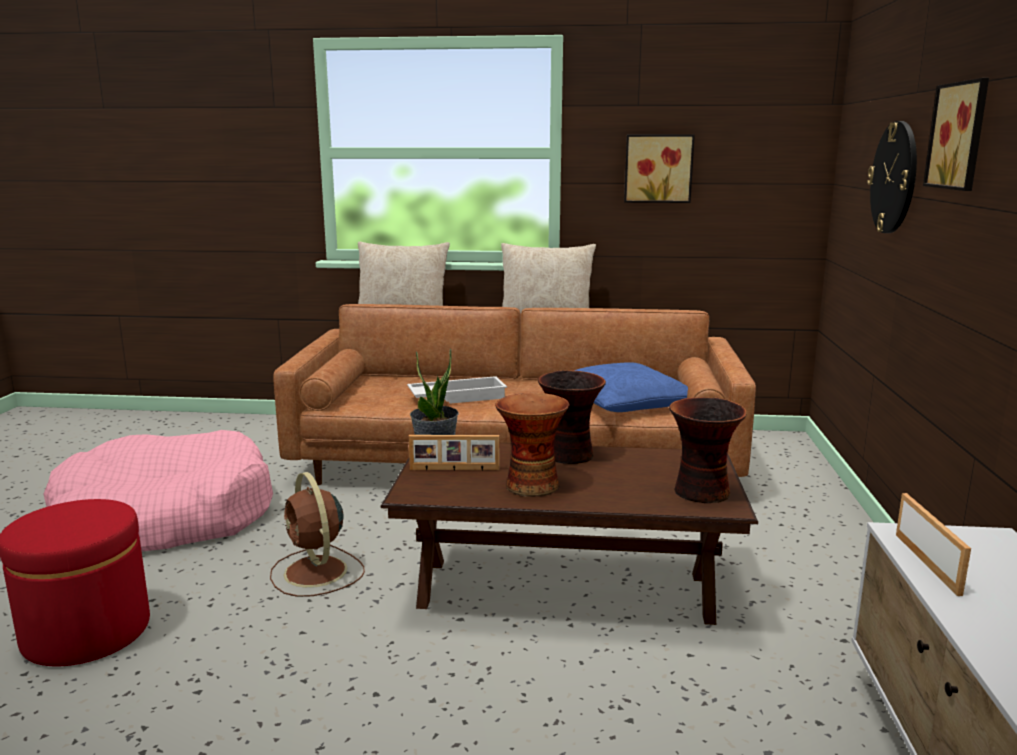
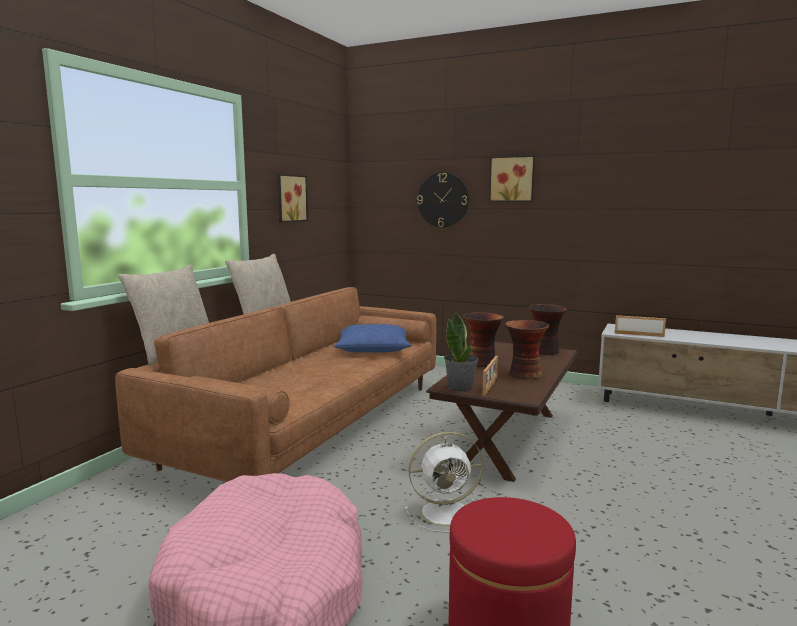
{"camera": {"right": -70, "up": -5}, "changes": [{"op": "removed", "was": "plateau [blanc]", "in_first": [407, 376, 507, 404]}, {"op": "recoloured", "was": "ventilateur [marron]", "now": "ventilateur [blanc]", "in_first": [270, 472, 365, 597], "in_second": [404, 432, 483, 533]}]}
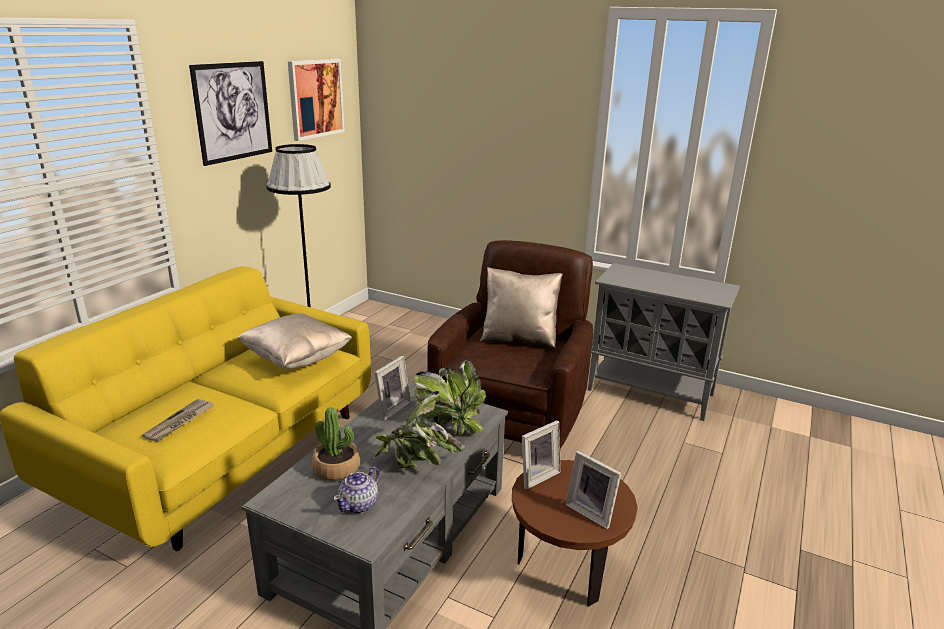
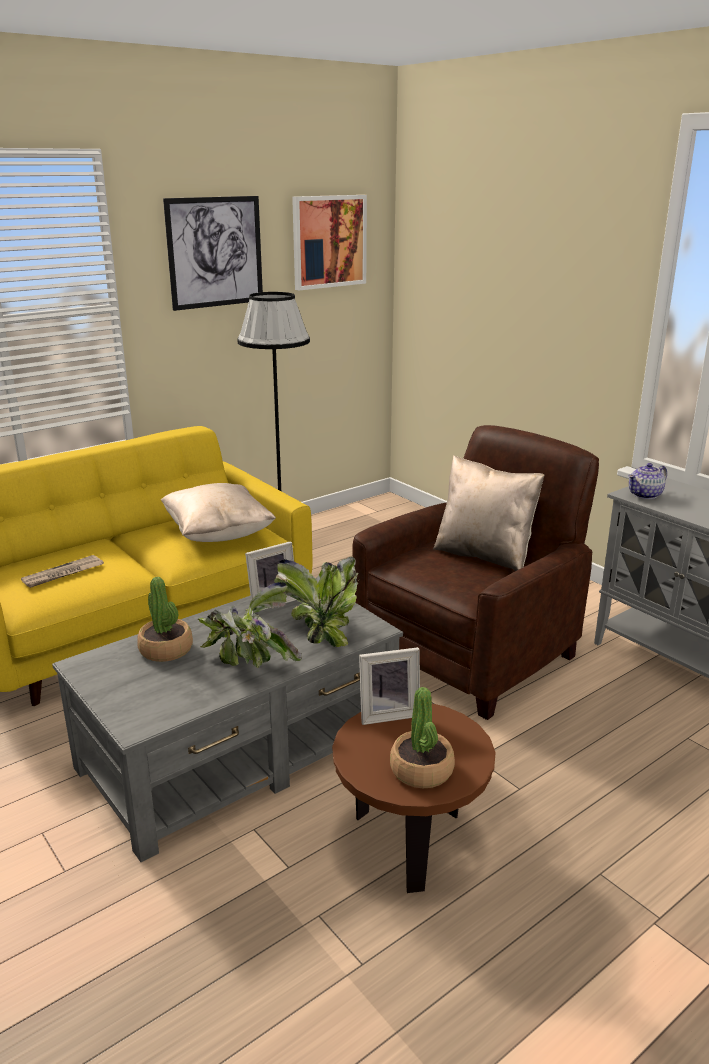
{"camera": {"right": 25, "up": 0}, "changes": [{"op": "moved", "was": "théière", "in_first": [333, 467, 380, 514], "in_second": [628, 463, 667, 499]}, {"op": "replaced", "was": "cadre photo", "now": "plante en pot", "in_first": [566, 451, 621, 529], "in_second": [390, 687, 455, 788]}]}
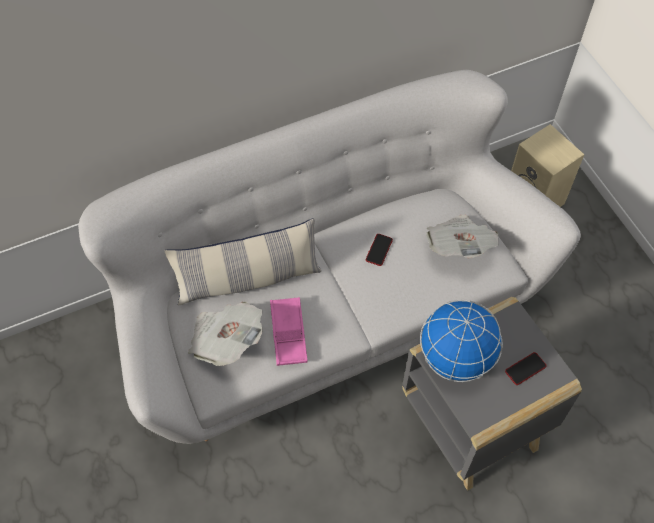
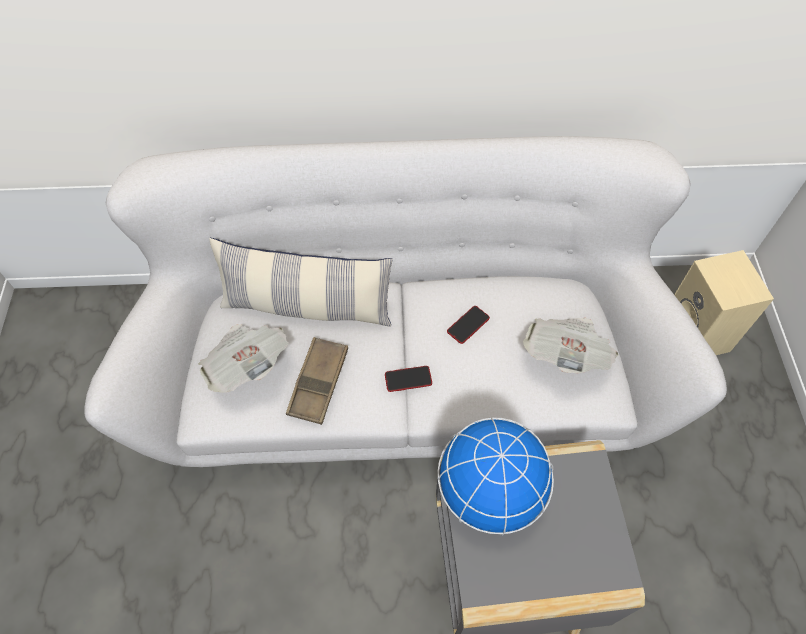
{"camera": {"right": 25, "up": 0}, "changes": [{"op": "moved", "was": "téléphone", "in_first": [505, 352, 547, 385], "in_second": [385, 366, 432, 392]}, {"op": "recoloured", "was": "plateau [rose]", "now": "plateau [marron]", "in_first": [270, 297, 308, 366], "in_second": [286, 337, 348, 425]}]}
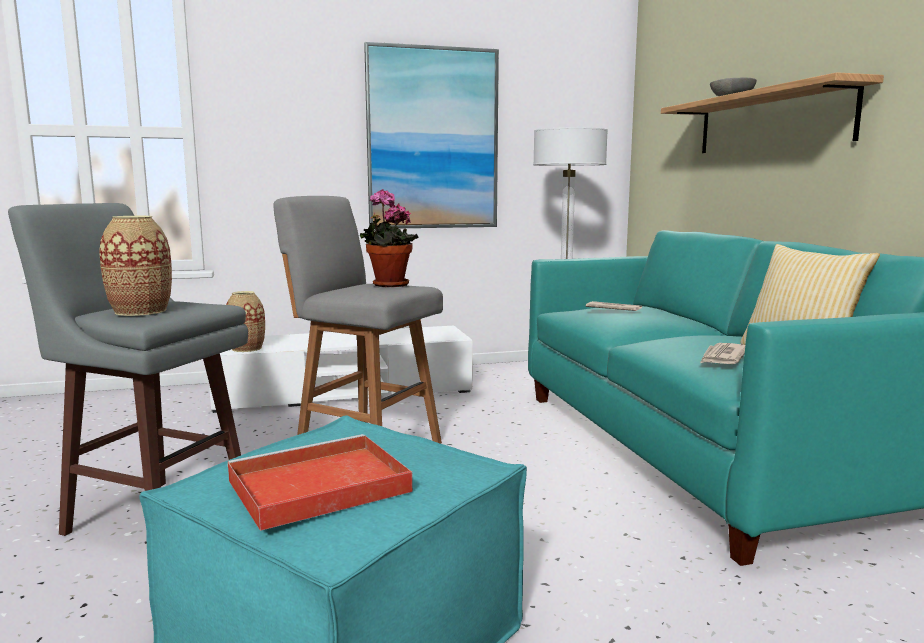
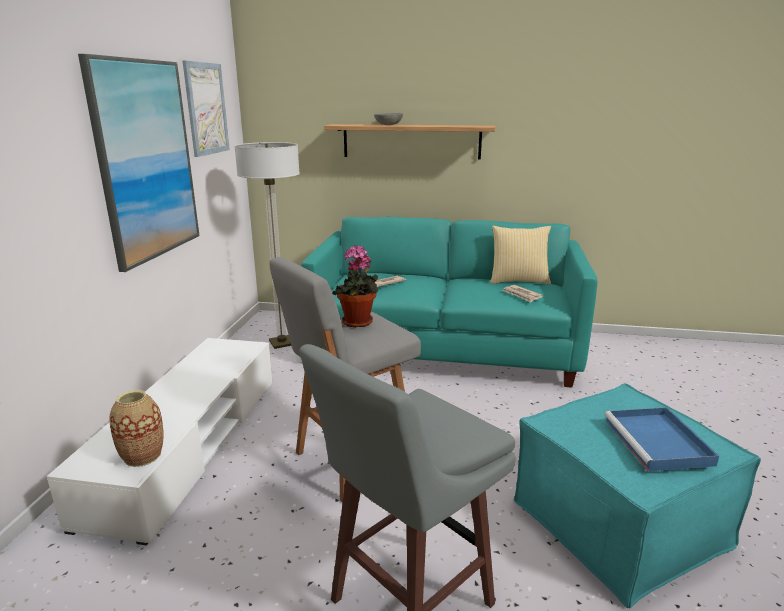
{"camera": {"right": -65, "up": 10}, "changes": [{"op": "removed", "was": "vase", "in_first": [99, 216, 172, 316]}, {"op": "added", "now": "tableau", "in_second": [183, 60, 230, 157]}, {"op": "recoloured", "was": "plateau [rouge]", "now": "plateau [bleu]", "in_first": [227, 434, 413, 531], "in_second": [604, 407, 719, 471]}]}
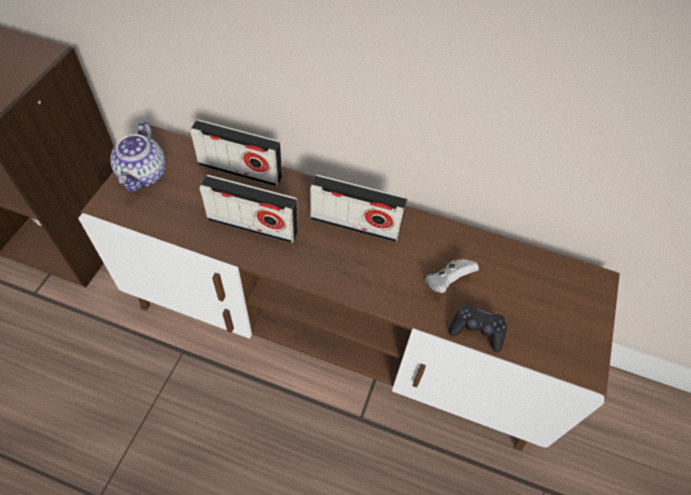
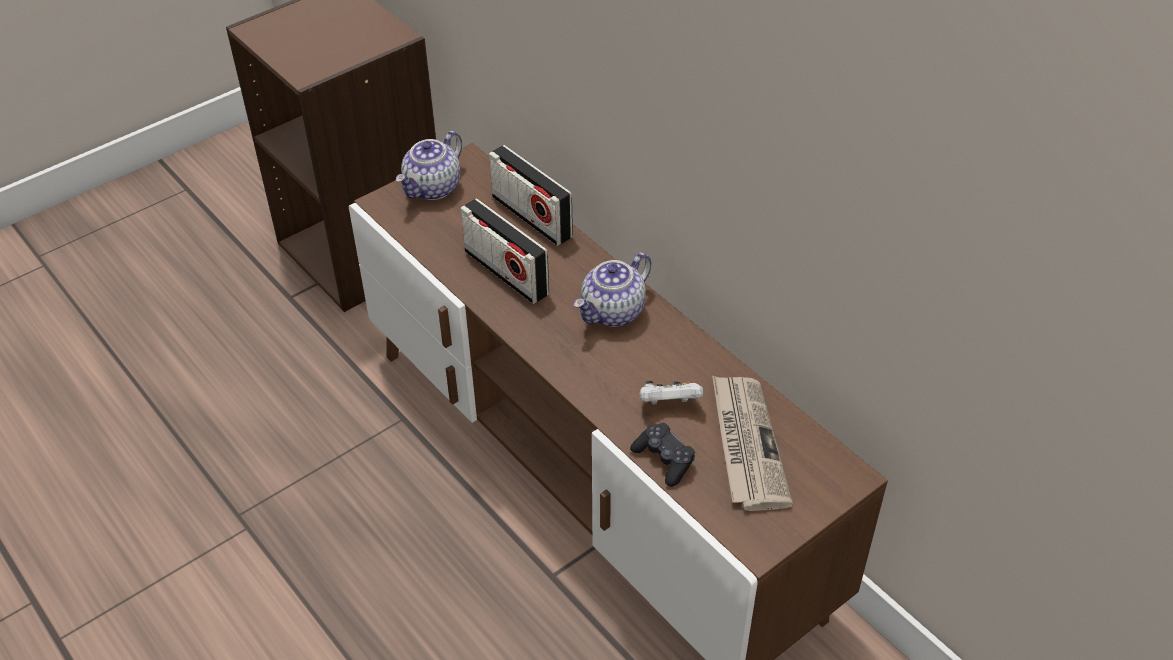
{"camera": {"right": 35, "up": -10}, "changes": [{"op": "added", "now": "journal", "in_second": [712, 375, 793, 511]}, {"op": "replaced", "was": "radio", "now": "théière", "in_first": [310, 174, 407, 242], "in_second": [574, 252, 651, 327]}]}
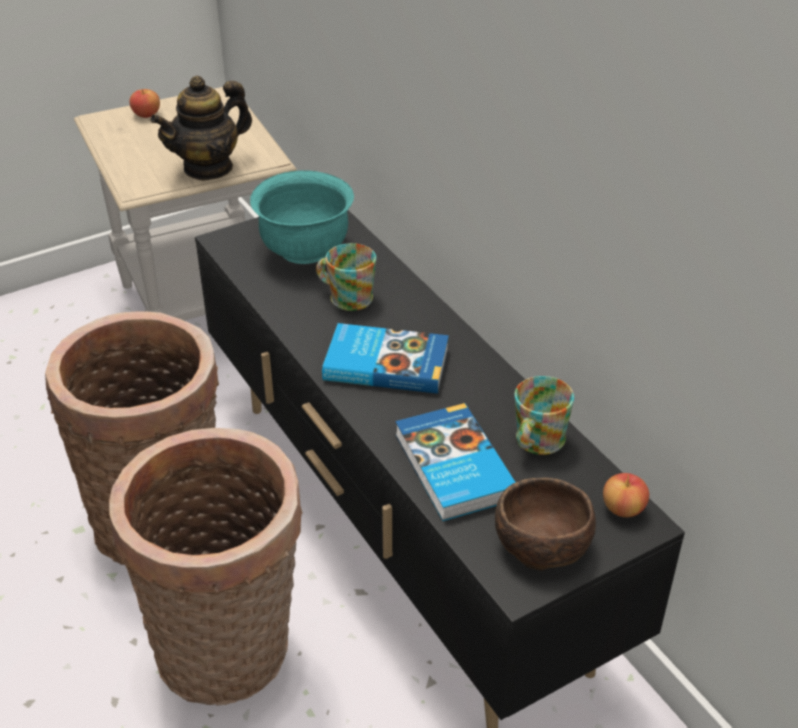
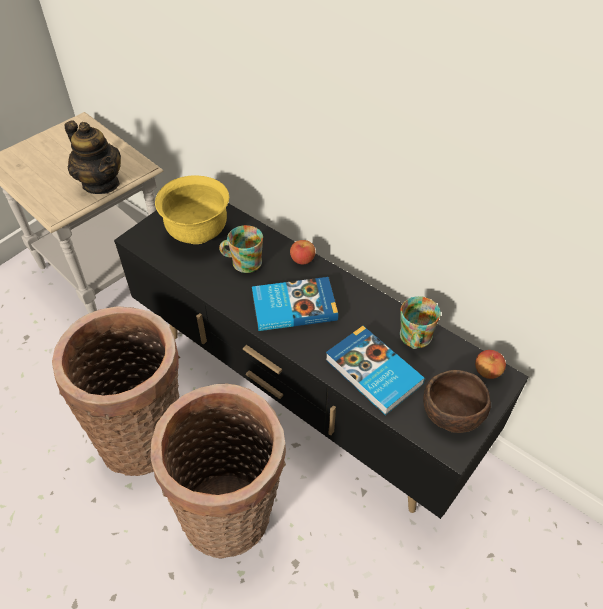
{"camera": {"right": -20, "up": 10}, "changes": [{"op": "moved", "was": "pomme", "in_first": [129, 89, 160, 118], "in_second": [290, 240, 315, 265]}, {"op": "recoloured", "was": "bol [turquoise]", "now": "bol [jaune]", "in_first": [250, 170, 354, 264], "in_second": [155, 175, 229, 244]}, {"op": "turned", "was": "théière", "in_first": [150, 76, 252, 181], "in_second": [65, 120, 121, 194], "clockwise": -75}]}
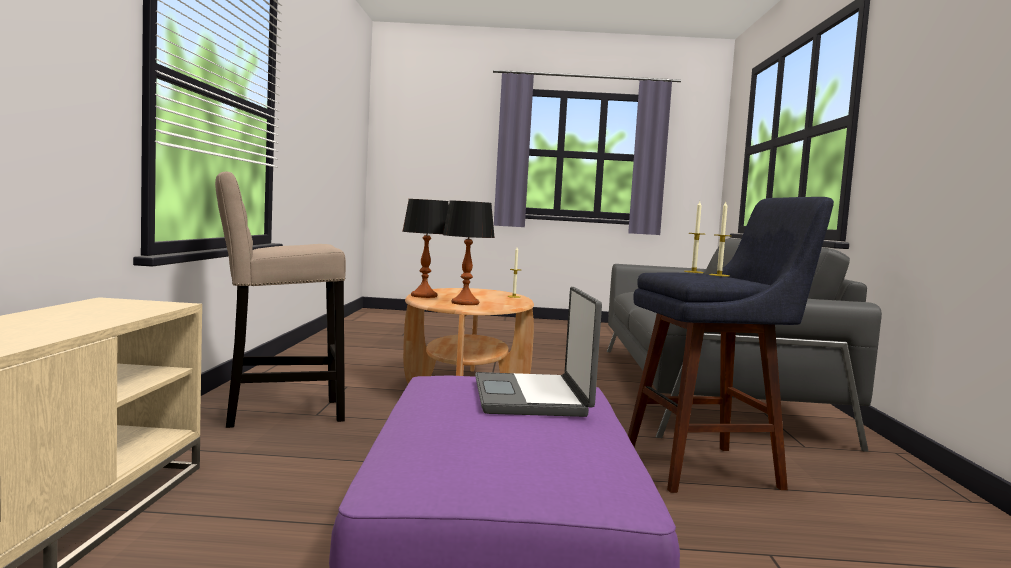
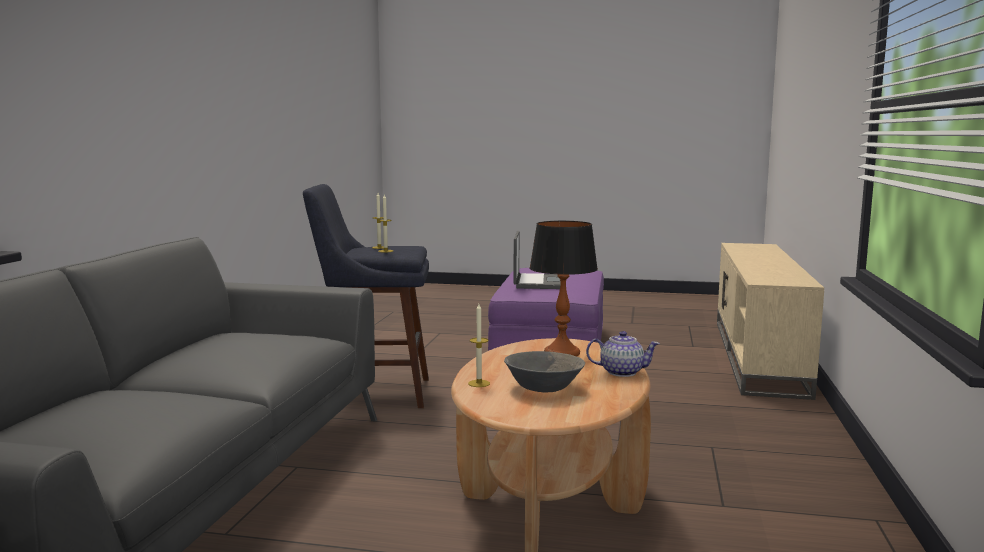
{"camera": {"right": -170, "up": 5}, "changes": [{"op": "removed", "was": "tabouret [beige]", "in_first": [215, 172, 346, 428]}, {"op": "added", "now": "bol [gris]", "in_second": [504, 351, 585, 393]}, {"op": "replaced", "was": "lampe de table", "now": "théière", "in_first": [402, 199, 449, 298], "in_second": [586, 331, 660, 377]}]}
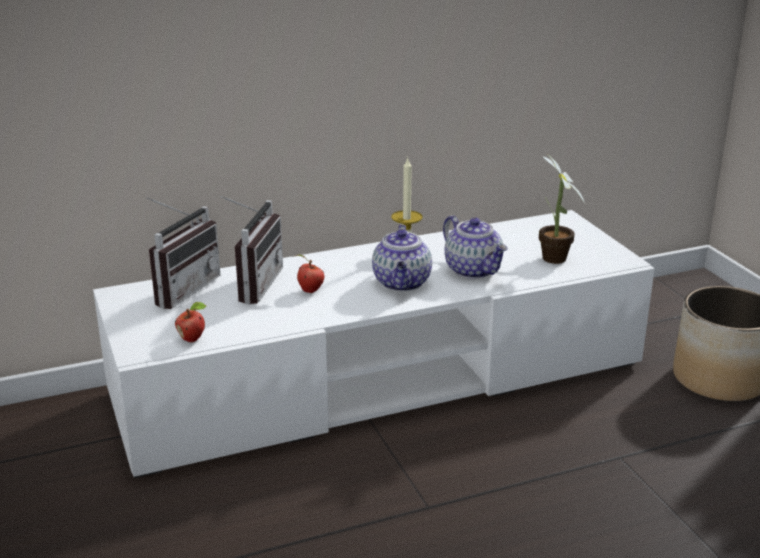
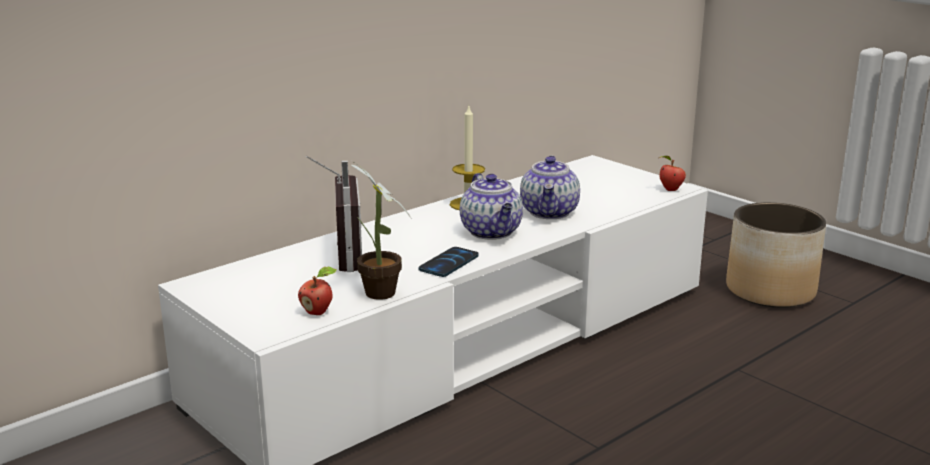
{"camera": {"right": -20, "up": -5}, "changes": [{"op": "removed", "was": "radio", "in_first": [147, 197, 220, 309]}, {"op": "added", "now": "téléphone", "in_second": [418, 247, 479, 277]}, {"op": "moved", "was": "pomme", "in_first": [294, 255, 324, 293], "in_second": [659, 156, 686, 191]}, {"op": "moved", "was": "plante en pot", "in_first": [539, 153, 585, 264], "in_second": [352, 161, 412, 300]}, {"op": "turned", "was": "théière", "in_first": [443, 215, 508, 279], "in_second": [520, 155, 580, 219], "clockwise": 60}]}
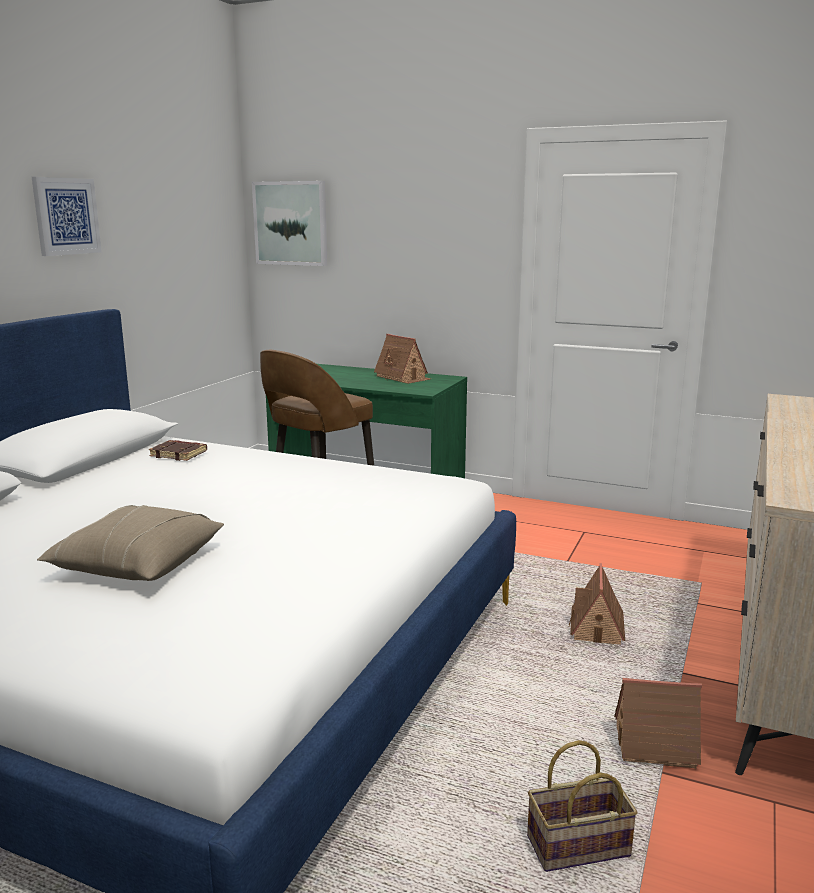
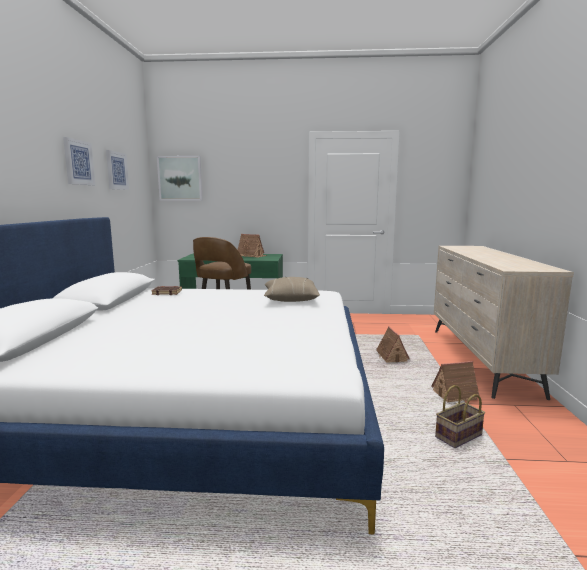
{"camera": {"right": -20, "up": -5}, "changes": [{"op": "added", "now": "tableau", "in_second": [106, 150, 129, 190]}, {"op": "moved", "was": "coussin [beige]", "in_first": [37, 505, 224, 581], "in_second": [264, 277, 320, 302]}]}
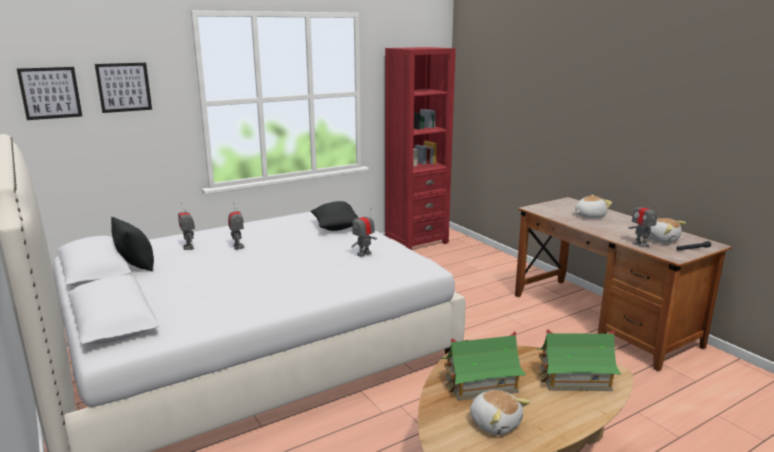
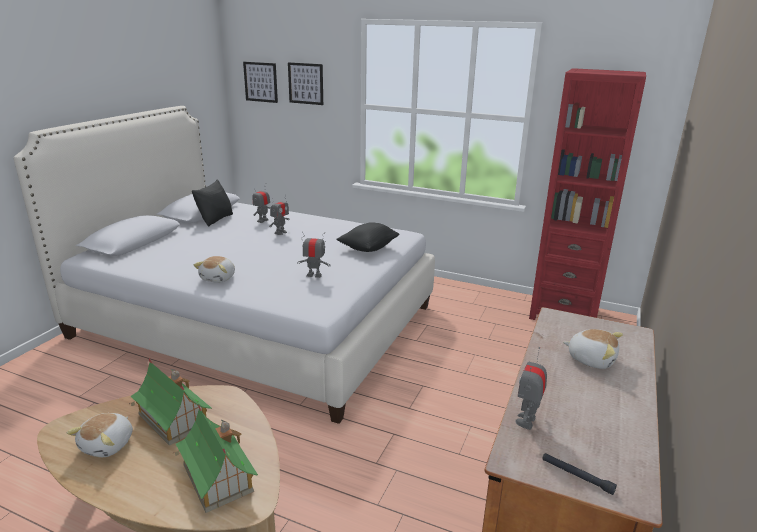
{"camera": {"right": 55, "up": 5}, "changes": [{"op": "moved", "was": "peluche", "in_first": [648, 218, 686, 243], "in_second": [194, 256, 235, 283]}]}
